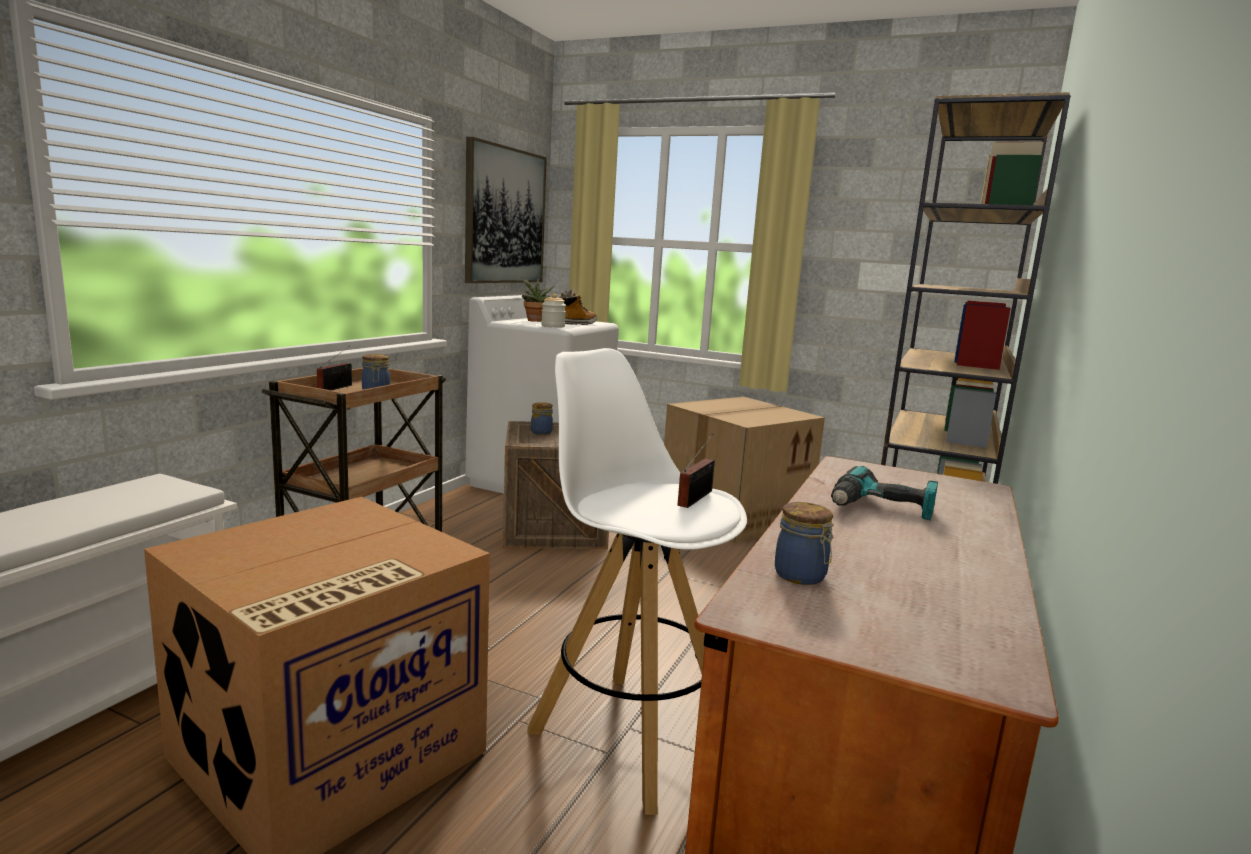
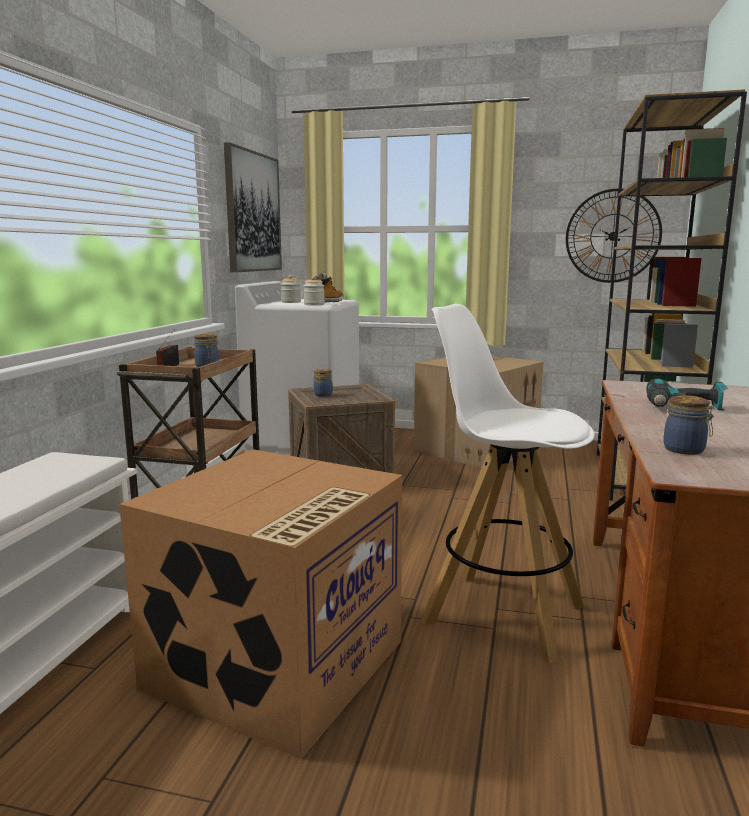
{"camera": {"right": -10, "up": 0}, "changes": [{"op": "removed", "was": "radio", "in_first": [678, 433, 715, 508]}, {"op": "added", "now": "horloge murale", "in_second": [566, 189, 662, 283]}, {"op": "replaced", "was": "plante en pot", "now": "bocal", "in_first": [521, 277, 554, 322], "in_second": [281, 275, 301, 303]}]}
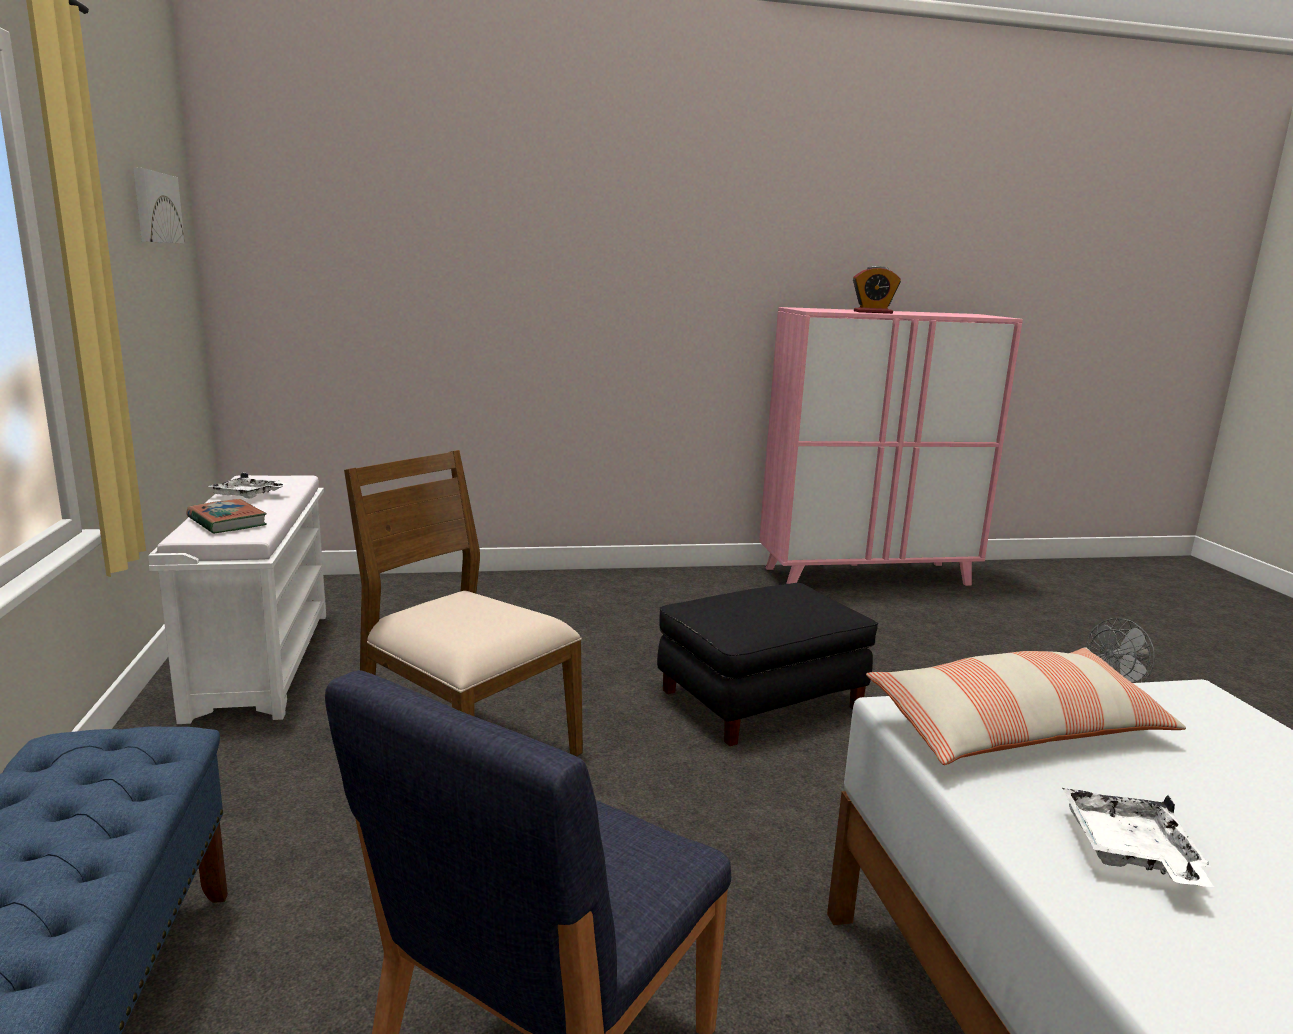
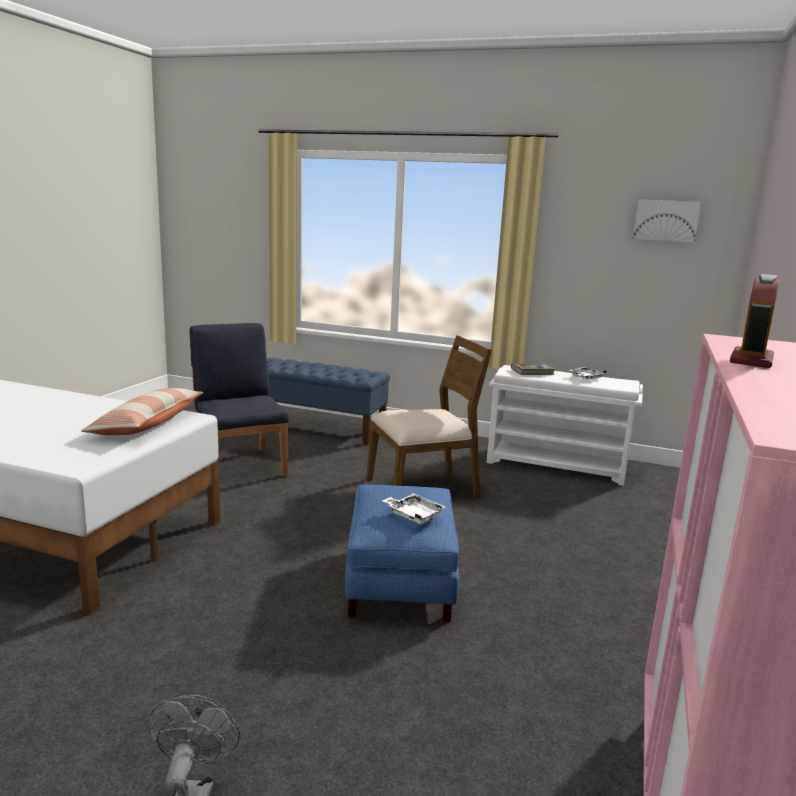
{"camera": {"right": 120, "up": 0}, "changes": [{"op": "moved", "was": "plateau [blanc]", "in_first": [1062, 788, 1214, 887], "in_second": [382, 493, 446, 524]}, {"op": "recoloured", "was": "pouf [noir]", "now": "pouf [bleu]", "in_first": [657, 583, 878, 746], "in_second": [345, 484, 459, 622]}]}
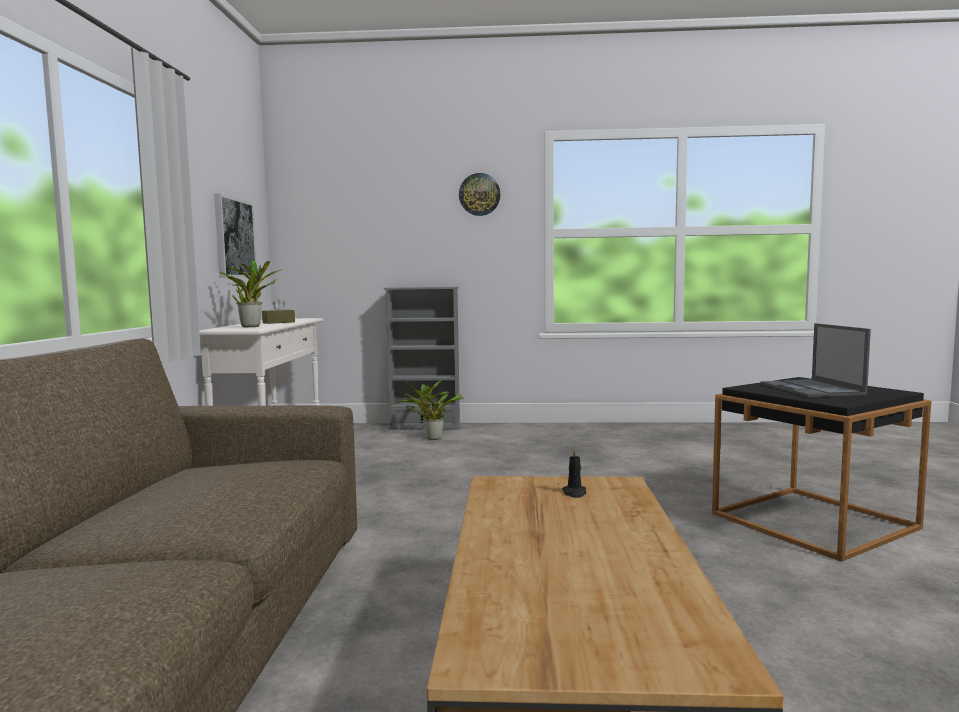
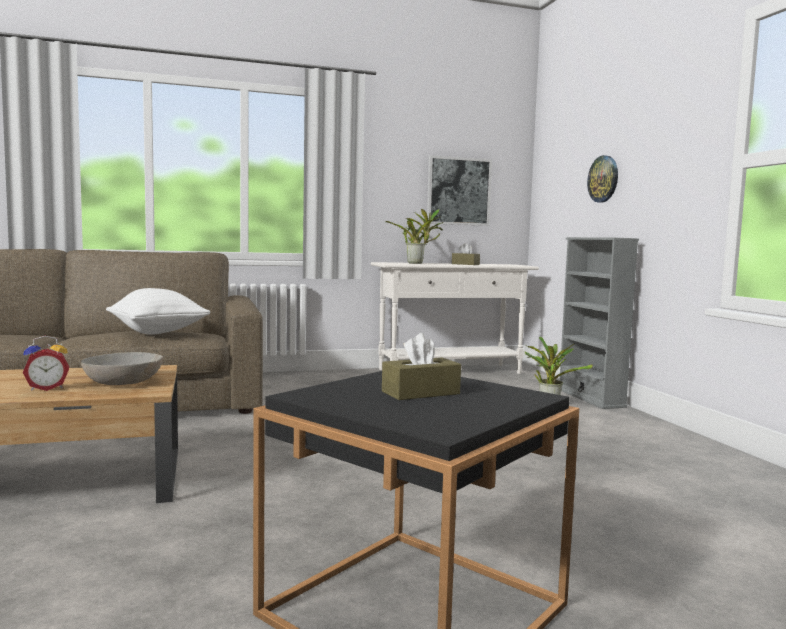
{"camera": {"right": 70, "up": 0}, "changes": [{"op": "added", "now": "réveil", "in_second": [23, 336, 69, 391]}, {"op": "added", "now": "coussin [blanc]", "in_second": [106, 288, 211, 335]}, {"op": "moved", "was": "horloge murale", "in_first": [459, 173, 500, 216], "in_second": [587, 155, 618, 203]}, {"op": "replaced", "was": "bougie [noir]", "now": "bol [gris]", "in_first": [562, 447, 586, 498], "in_second": [81, 352, 163, 385]}, {"op": "replaced", "was": "ordinateur portable", "now": "boîte à mouchoirs [marron]", "in_first": [761, 323, 871, 397], "in_second": [382, 333, 461, 400]}]}
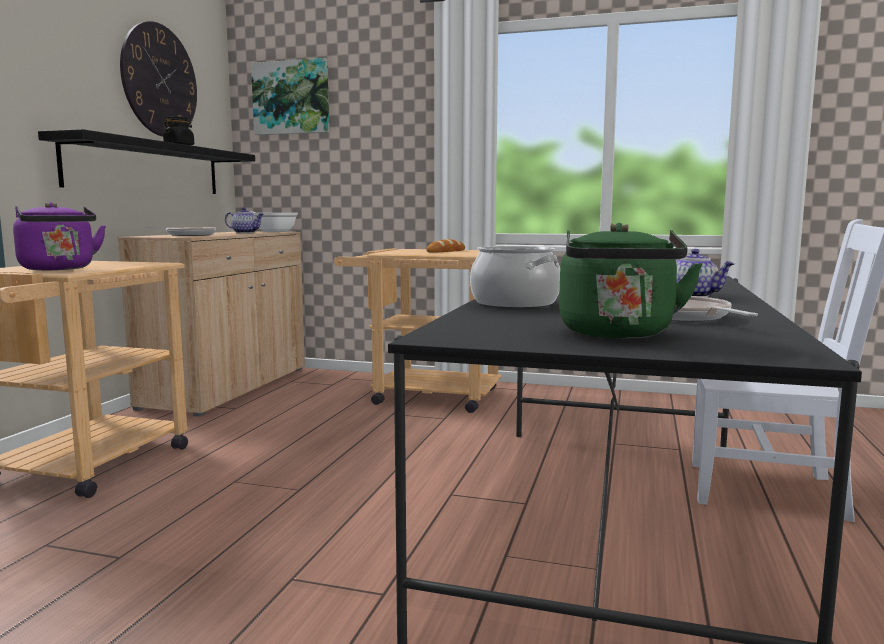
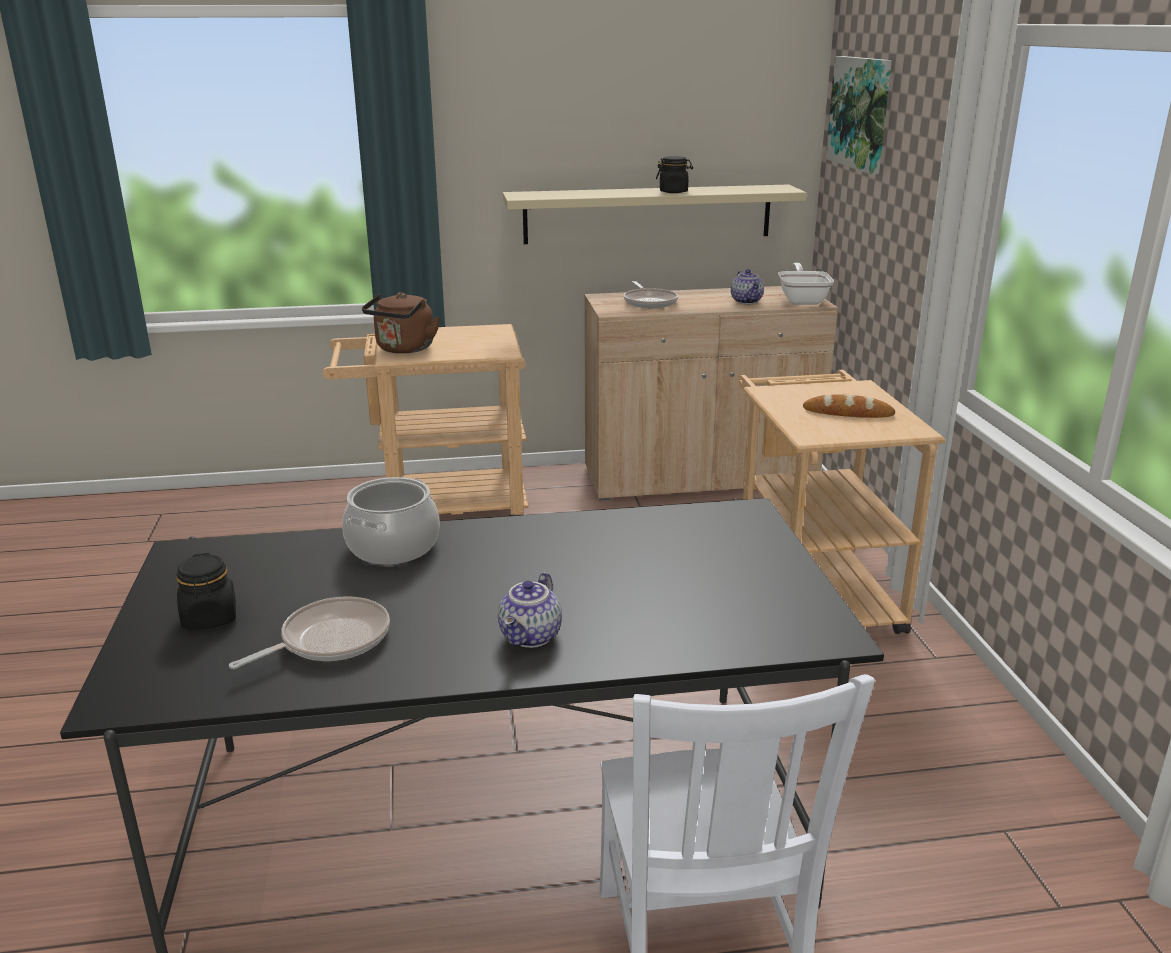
{"camera": {"right": 65, "up": 15}, "changes": [{"op": "removed", "was": "horloge murale", "in_first": [120, 21, 197, 137]}, {"op": "replaced", "was": "bouilloire [vert]", "now": "bocal [noir]", "in_first": [559, 223, 703, 339], "in_second": [176, 553, 236, 630]}, {"op": "recoloured", "was": "bouilloire [violet]", "now": "bouilloire [marron]", "in_first": [13, 202, 106, 270], "in_second": [362, 292, 440, 354]}, {"op": "recoloured", "was": "étagère [noir]", "now": "étagère [beige]", "in_first": [38, 129, 255, 194], "in_second": [503, 184, 807, 244]}]}
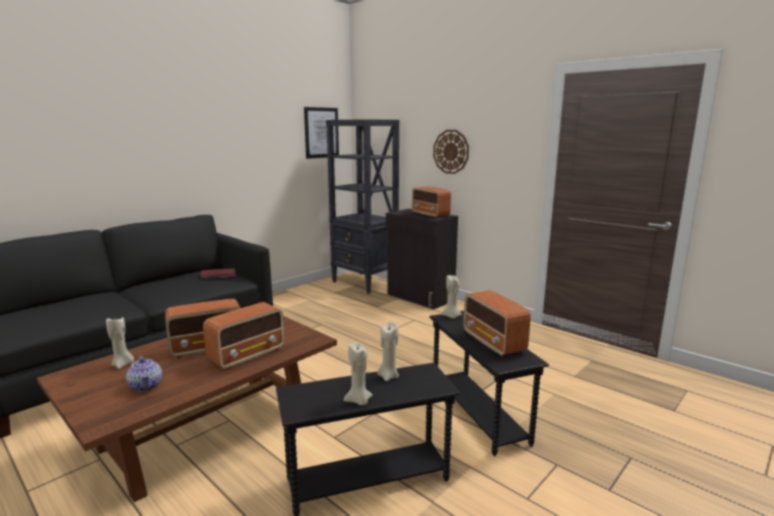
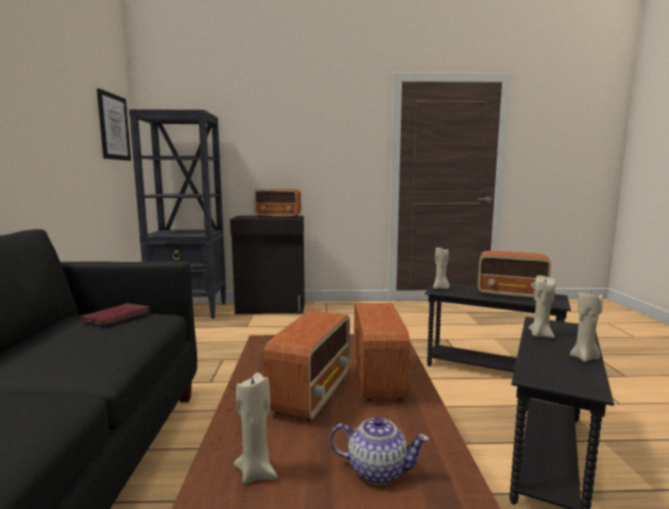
{"camera": {"right": -45, "up": -5}, "changes": [{"op": "removed", "was": "horloge murale", "in_first": [433, 130, 469, 174]}]}
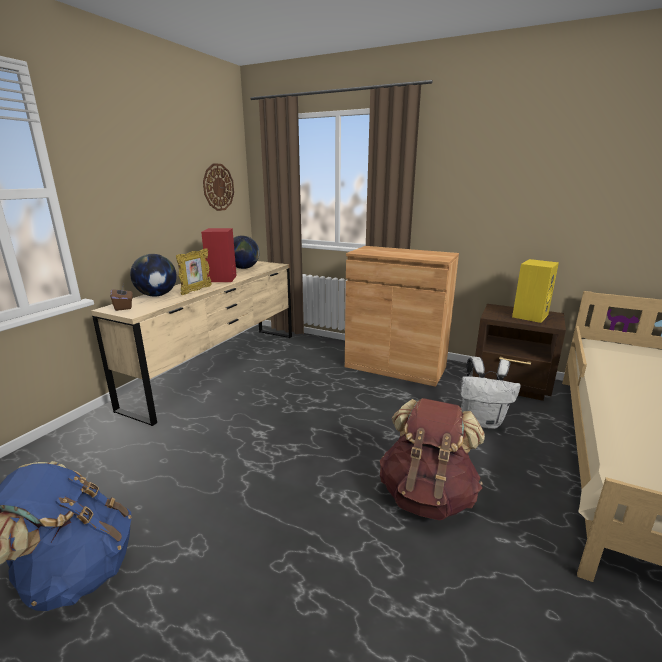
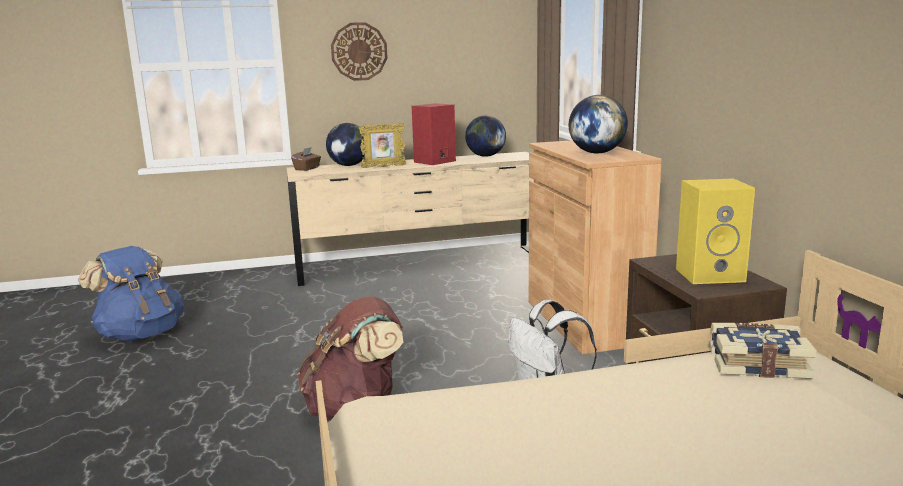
{"camera": {"right": 50, "up": -5}, "changes": [{"op": "added", "now": "globe", "in_second": [569, 95, 628, 153]}, {"op": "added", "now": "livre", "in_second": [709, 323, 817, 379]}, {"op": "moved", "was": "horloge murale", "in_first": [203, 163, 234, 211], "in_second": [331, 22, 388, 81]}]}
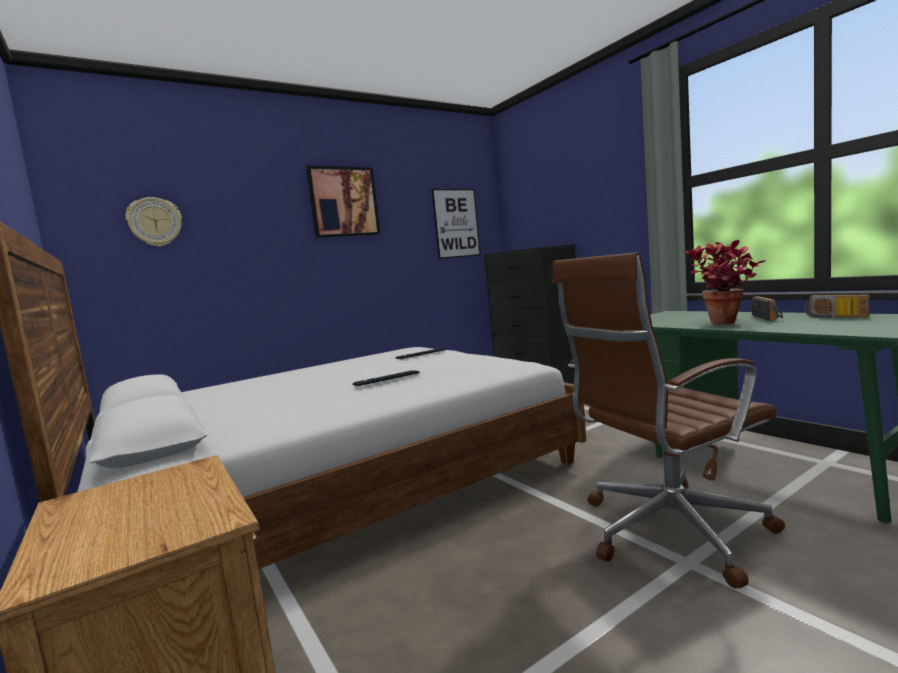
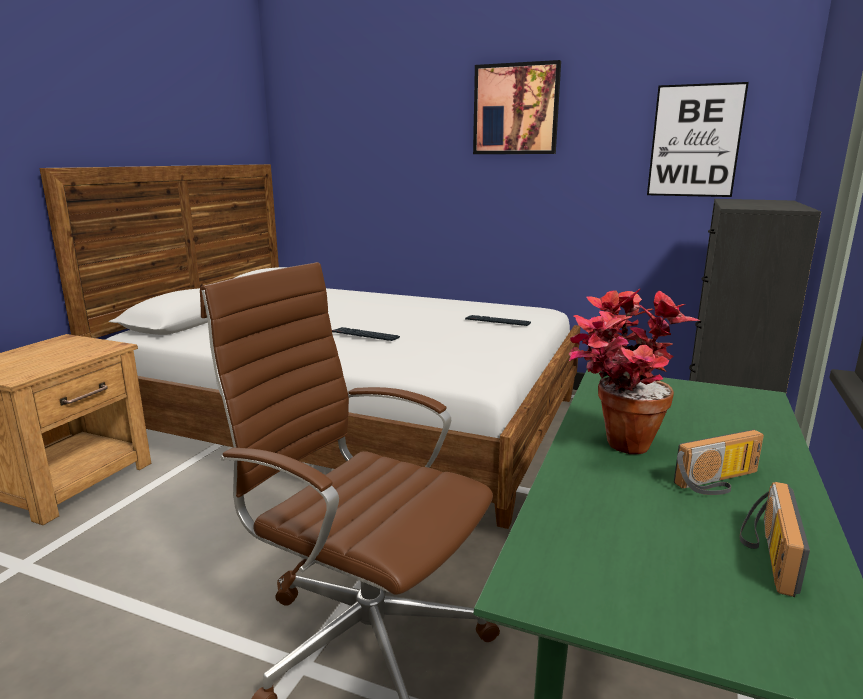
{"camera": {"right": 55, "up": 10}, "changes": [{"op": "removed", "was": "horloge murale", "in_first": [126, 197, 182, 247]}]}
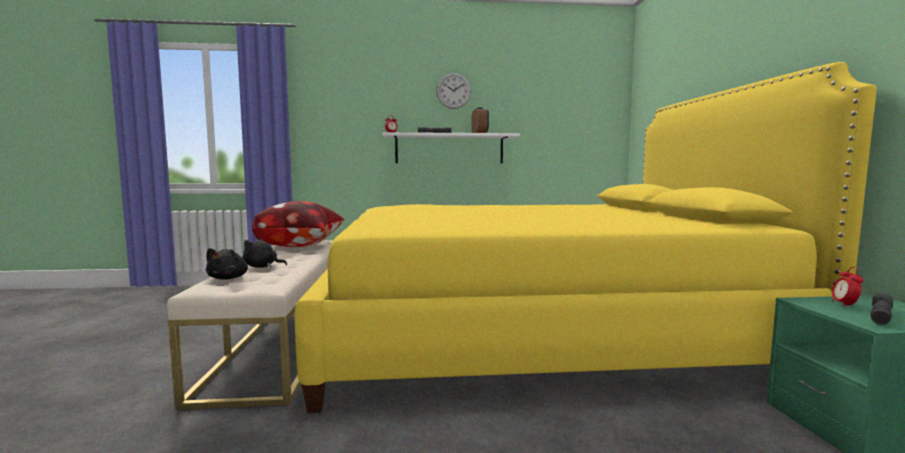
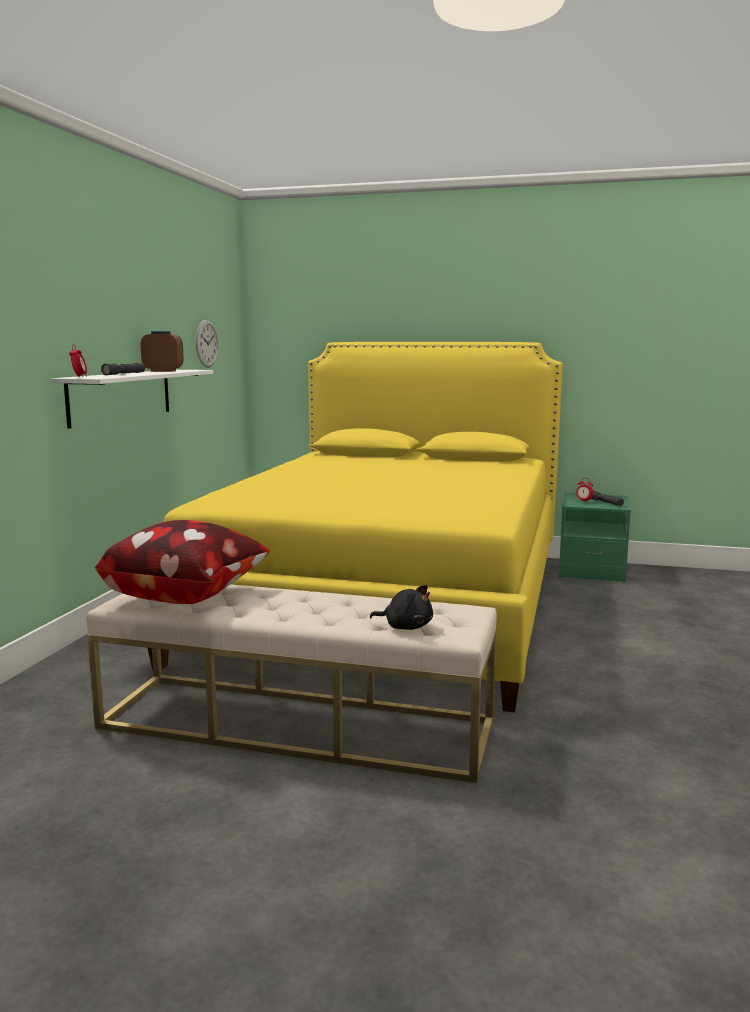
{"camera": {"right": -70, "up": 5}, "changes": [{"op": "removed", "was": "peluche [noir]", "in_first": [242, 237, 287, 268]}, {"op": "moved", "was": "horloge murale", "in_first": [436, 73, 471, 109], "in_second": [196, 320, 218, 368]}]}
